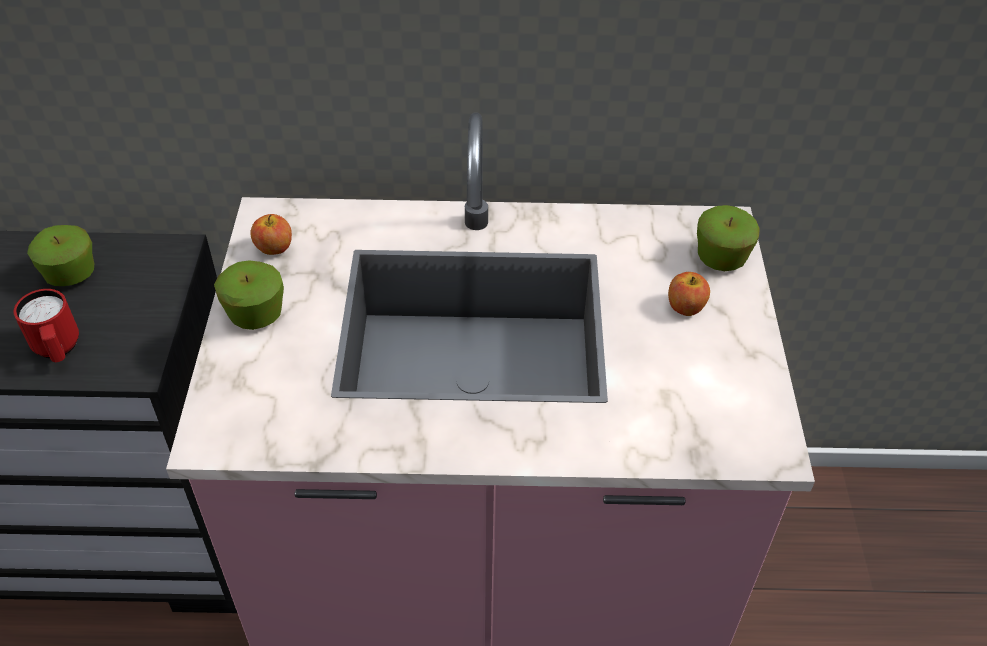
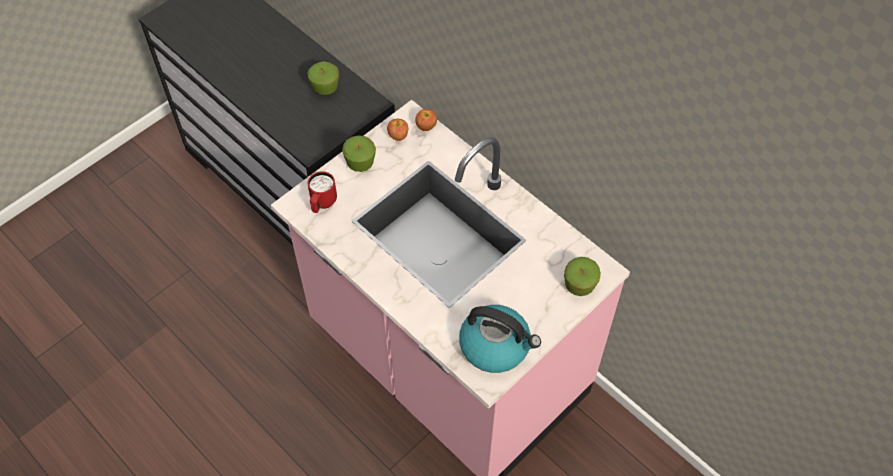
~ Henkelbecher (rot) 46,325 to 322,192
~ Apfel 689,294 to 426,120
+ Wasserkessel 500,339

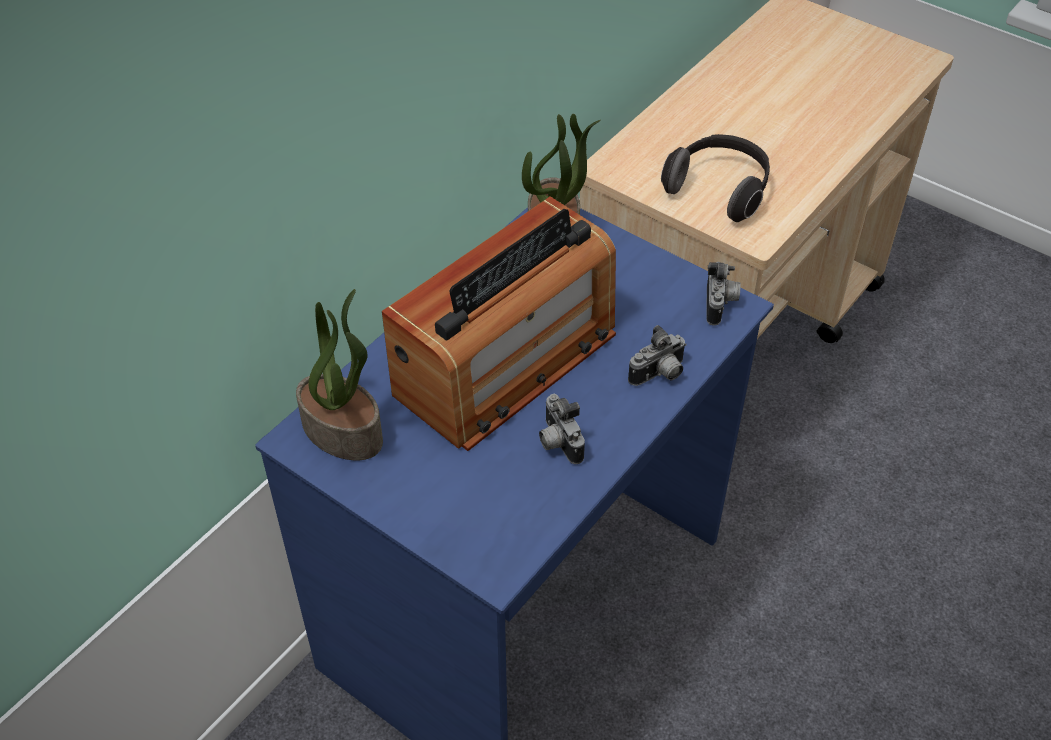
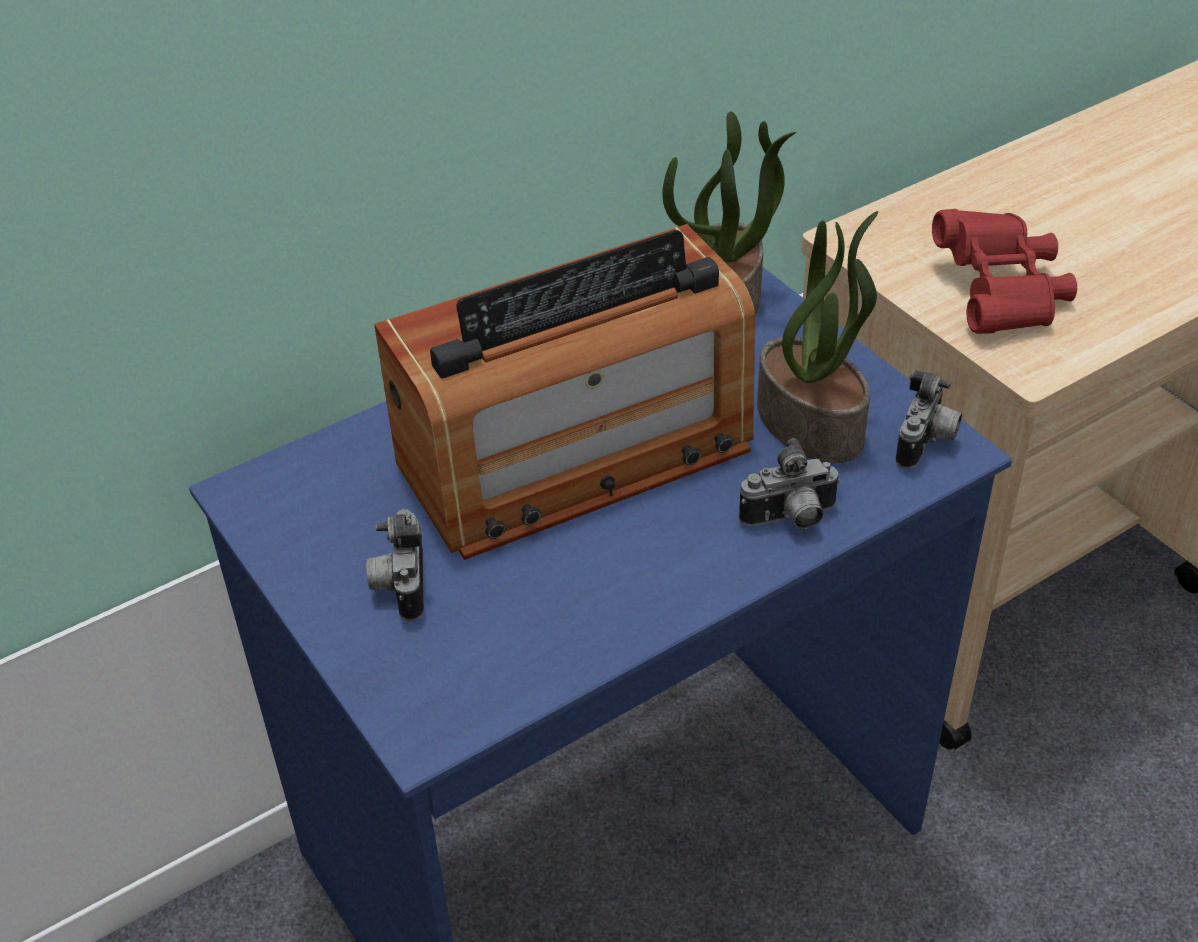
~ Kamera 562,429 to 395,565
~ Topfpflanze 339,374 to 817,337
~ Kopfhörer 715,178 to Fernglas (rot) 1004,271

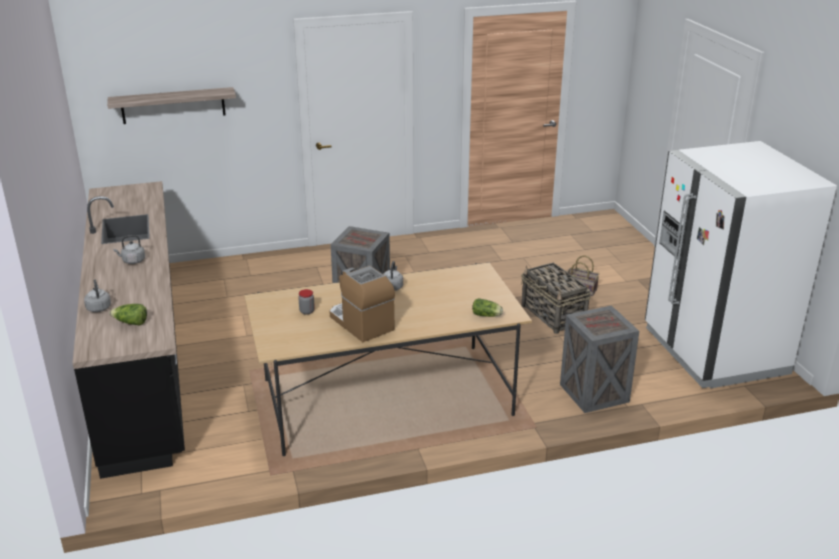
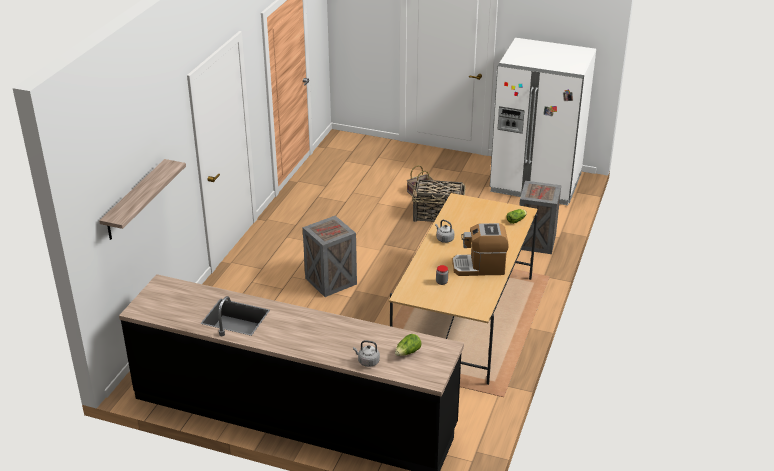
- Wasserkessel (grau) 129,249

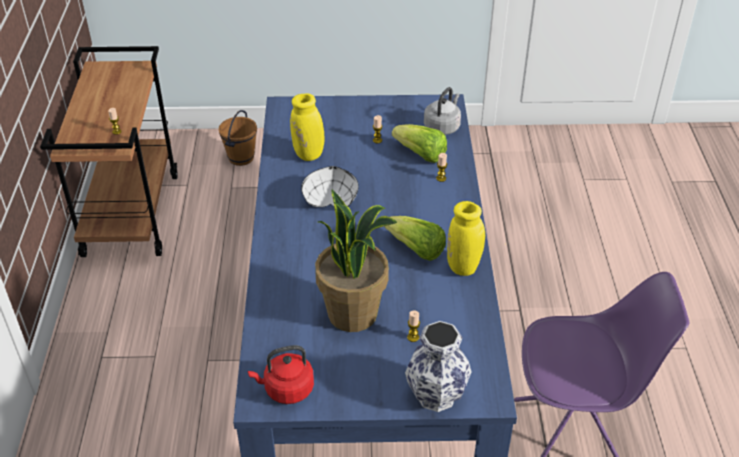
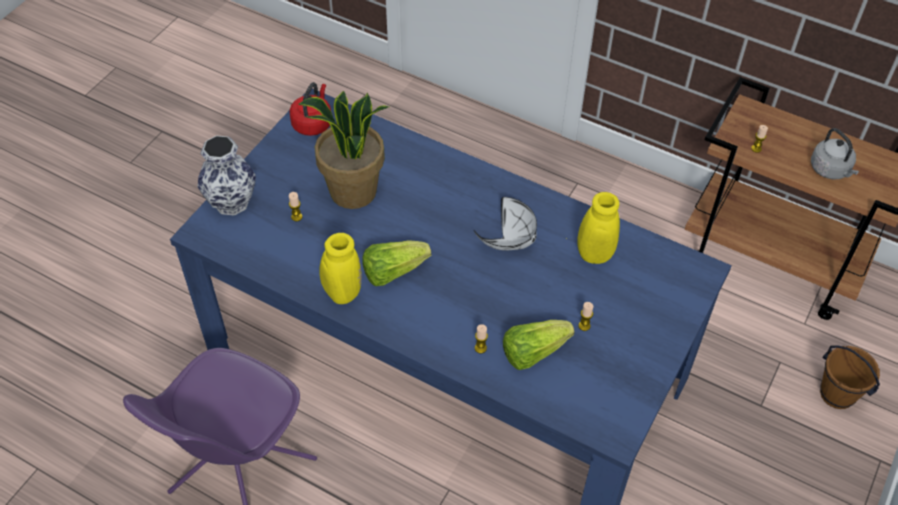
~ Wasserkessel (grau) 442,111 to 835,154

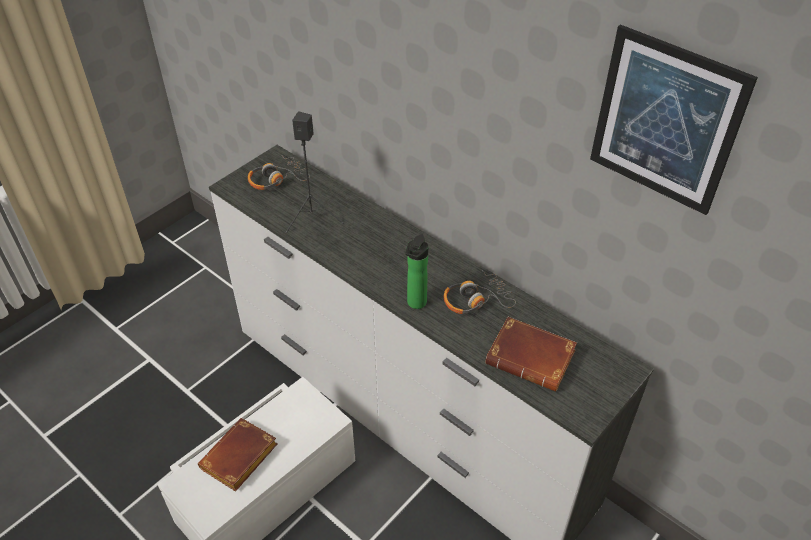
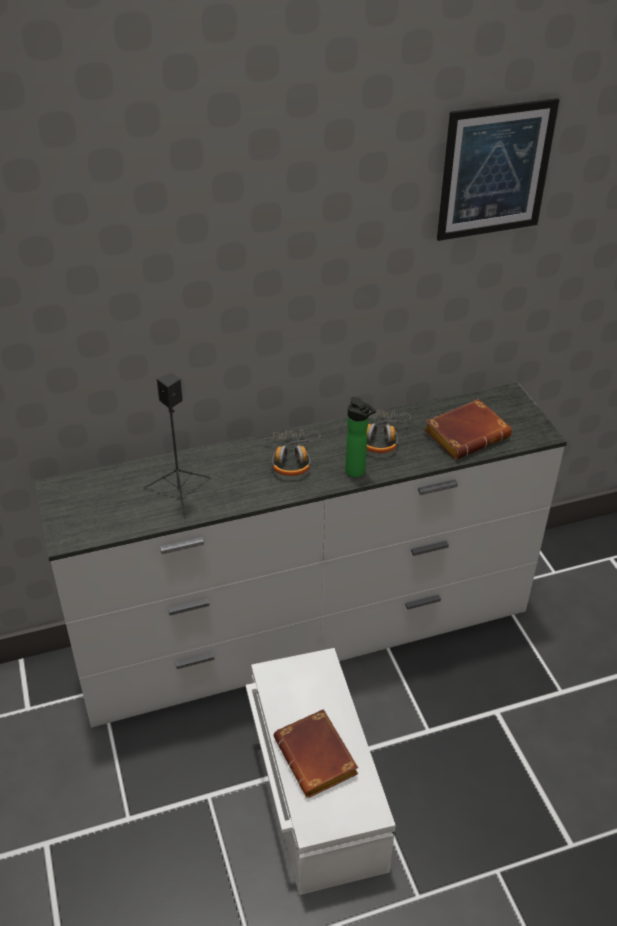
~ Kopfhörer 279,172 to 292,453

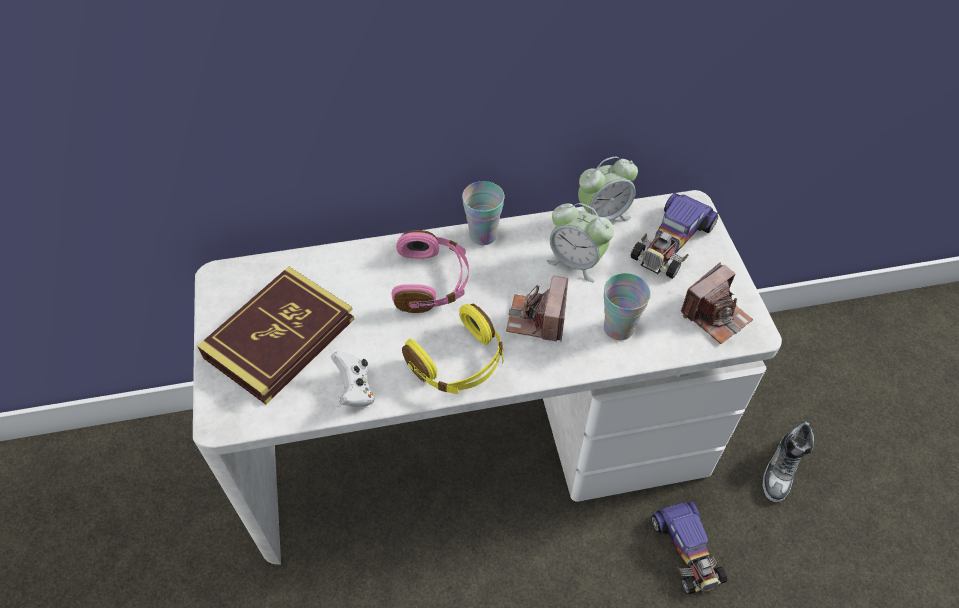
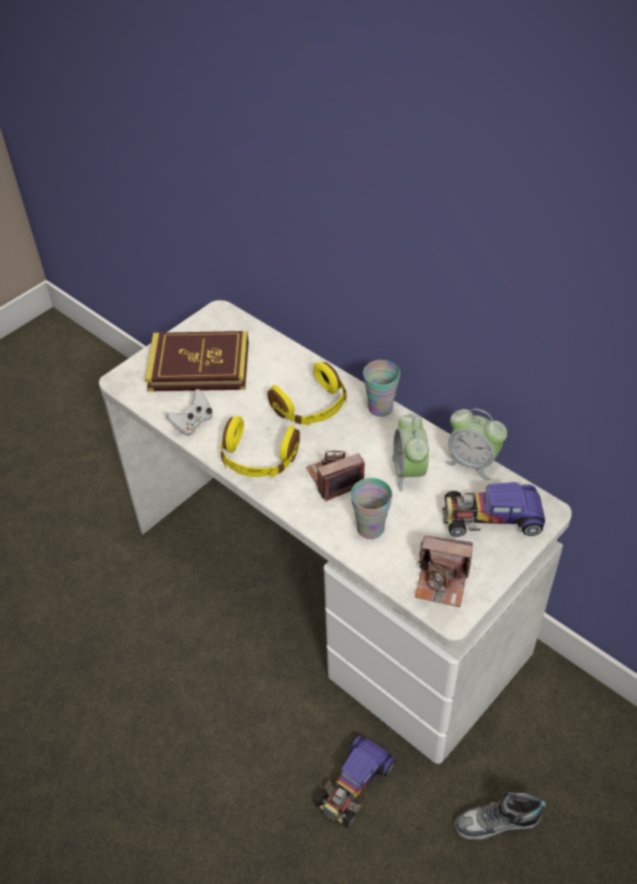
~ Kopfhörer (rosa) 430,271 to Kopfhörer (gelb) 307,393

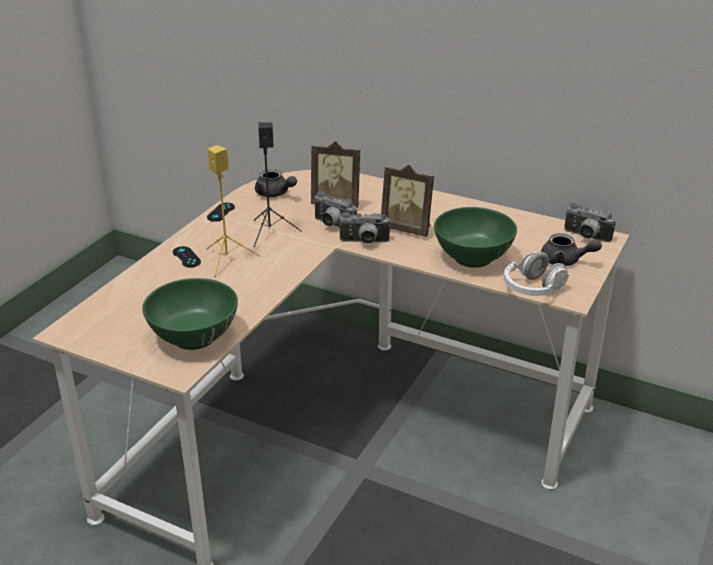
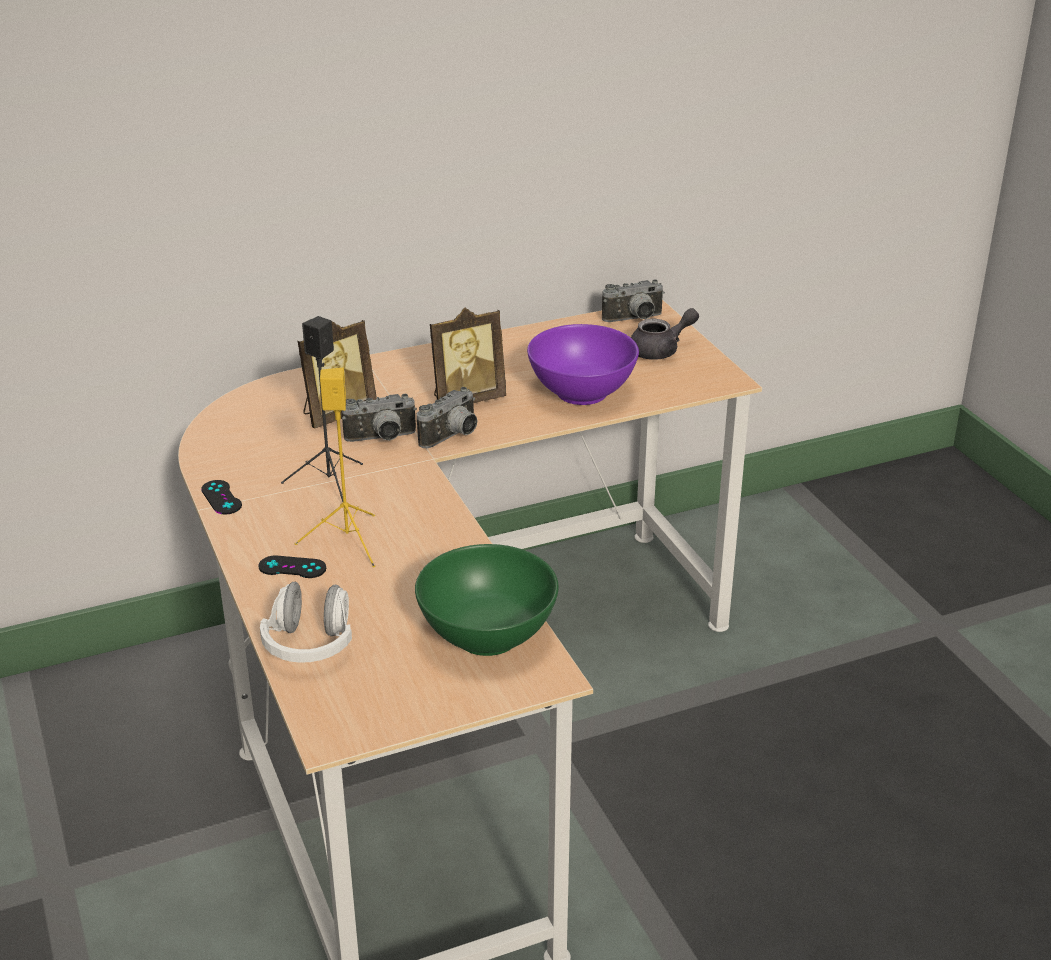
~ Kopfhörer (weiß) 537,274 to 306,622
~ Schüssel (grün) 475,237 to Schüssel (lila) 583,364
- Teekanne (grau) 276,183

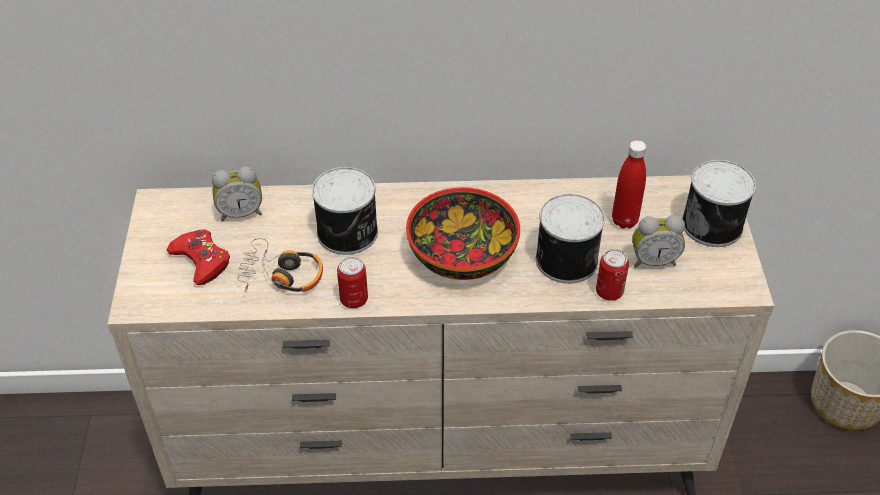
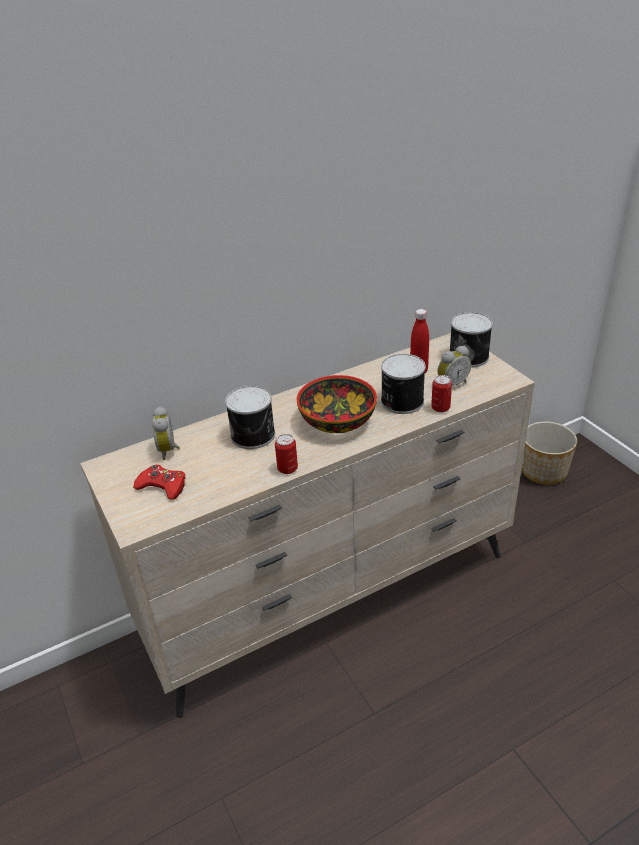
~ Wecker 237,194 = 166,433 120 degrees clockwise
- Kopfhörer 280,265

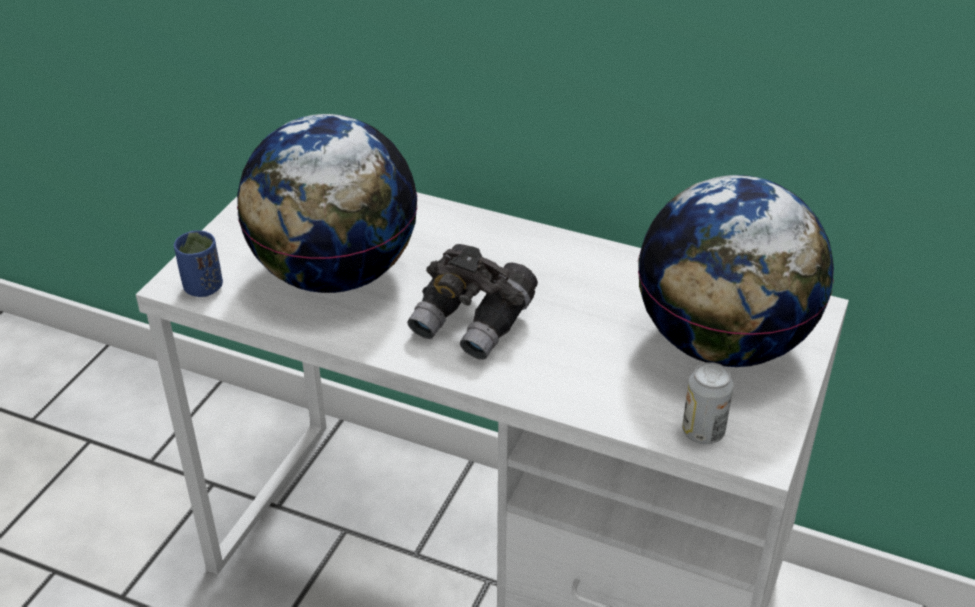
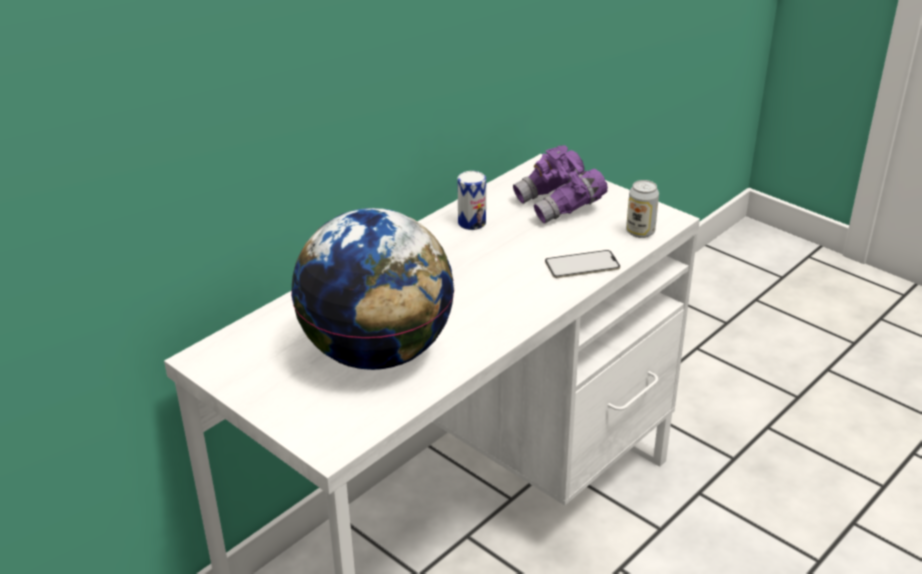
+ Dose 471,200
~ Globus 736,271 to Fernglas (lila) 560,184
+ Handy 582,264
- Tasse (blau) 198,263
- Fernglas (grau) 472,302

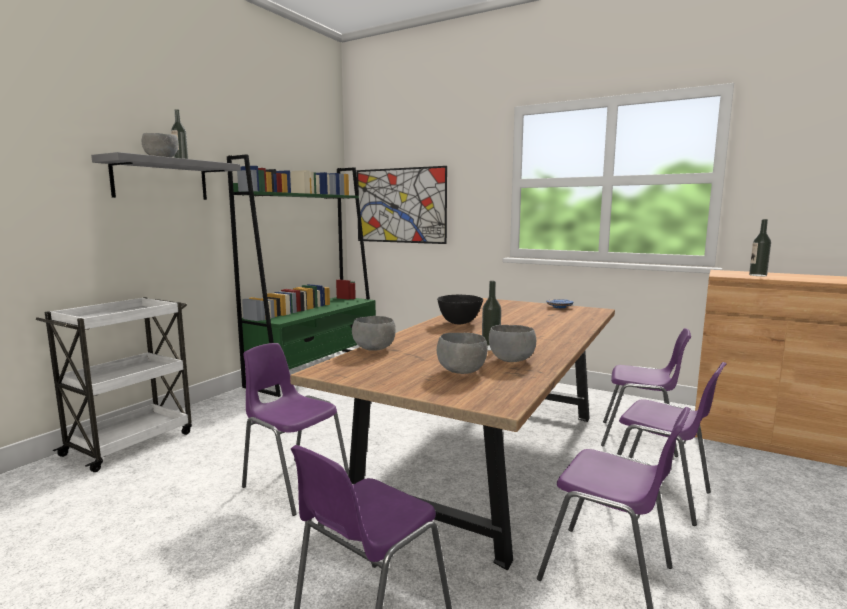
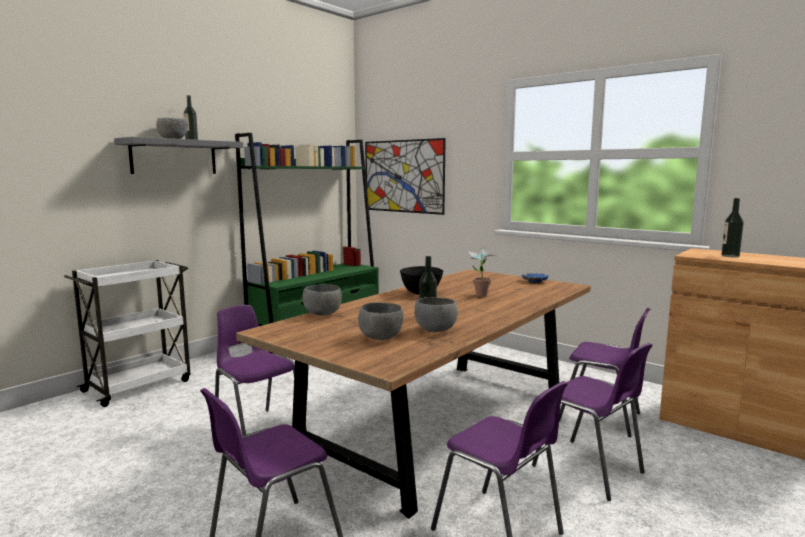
+ Topfpflanze 482,272

